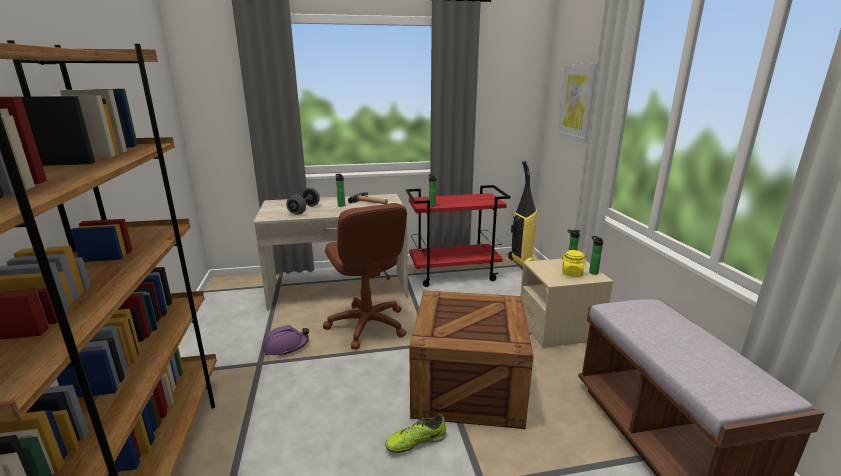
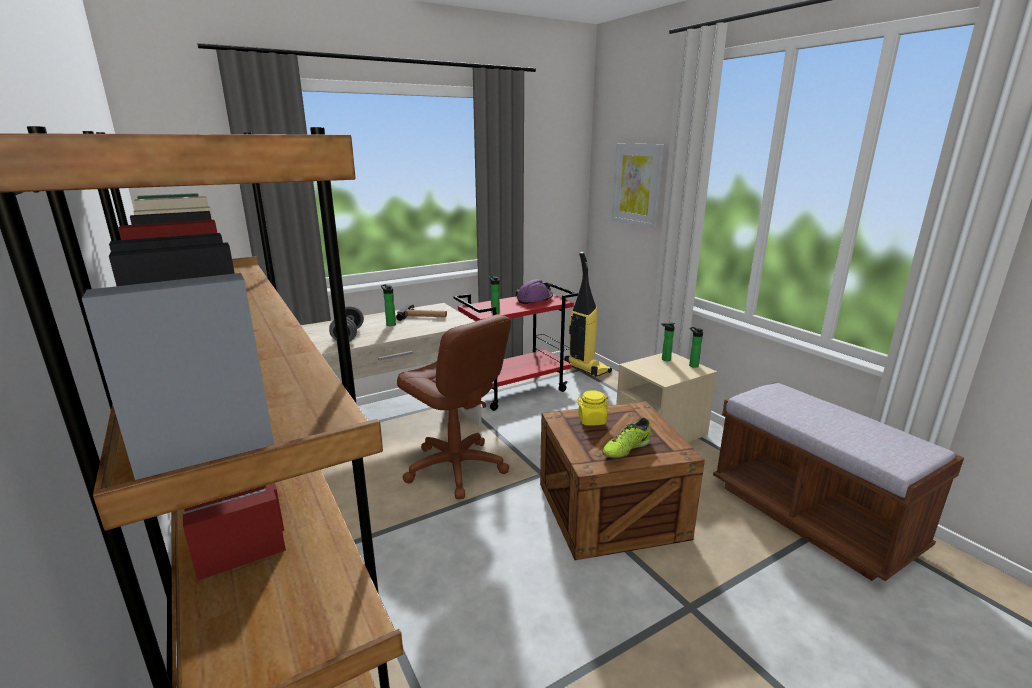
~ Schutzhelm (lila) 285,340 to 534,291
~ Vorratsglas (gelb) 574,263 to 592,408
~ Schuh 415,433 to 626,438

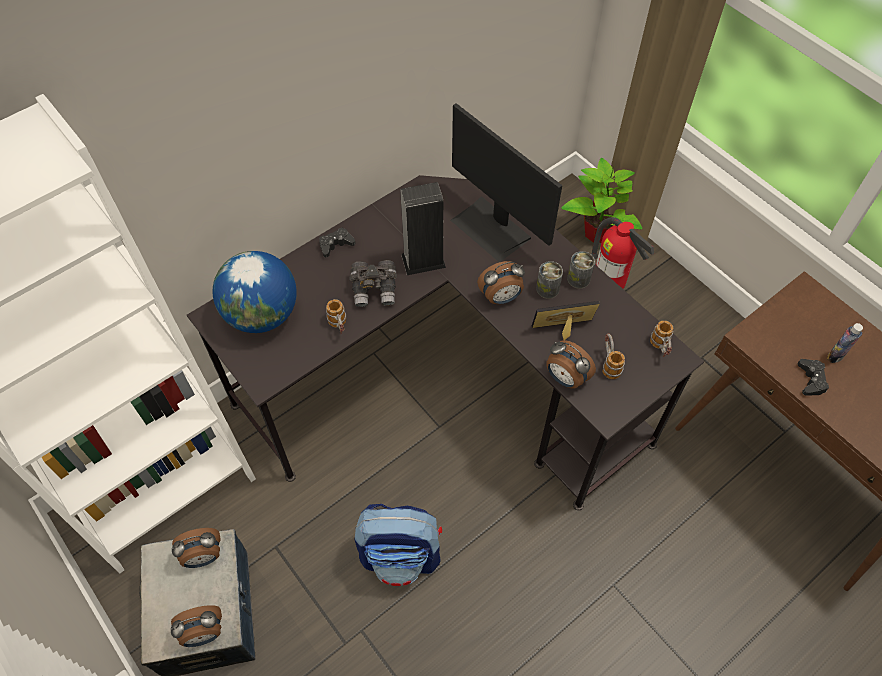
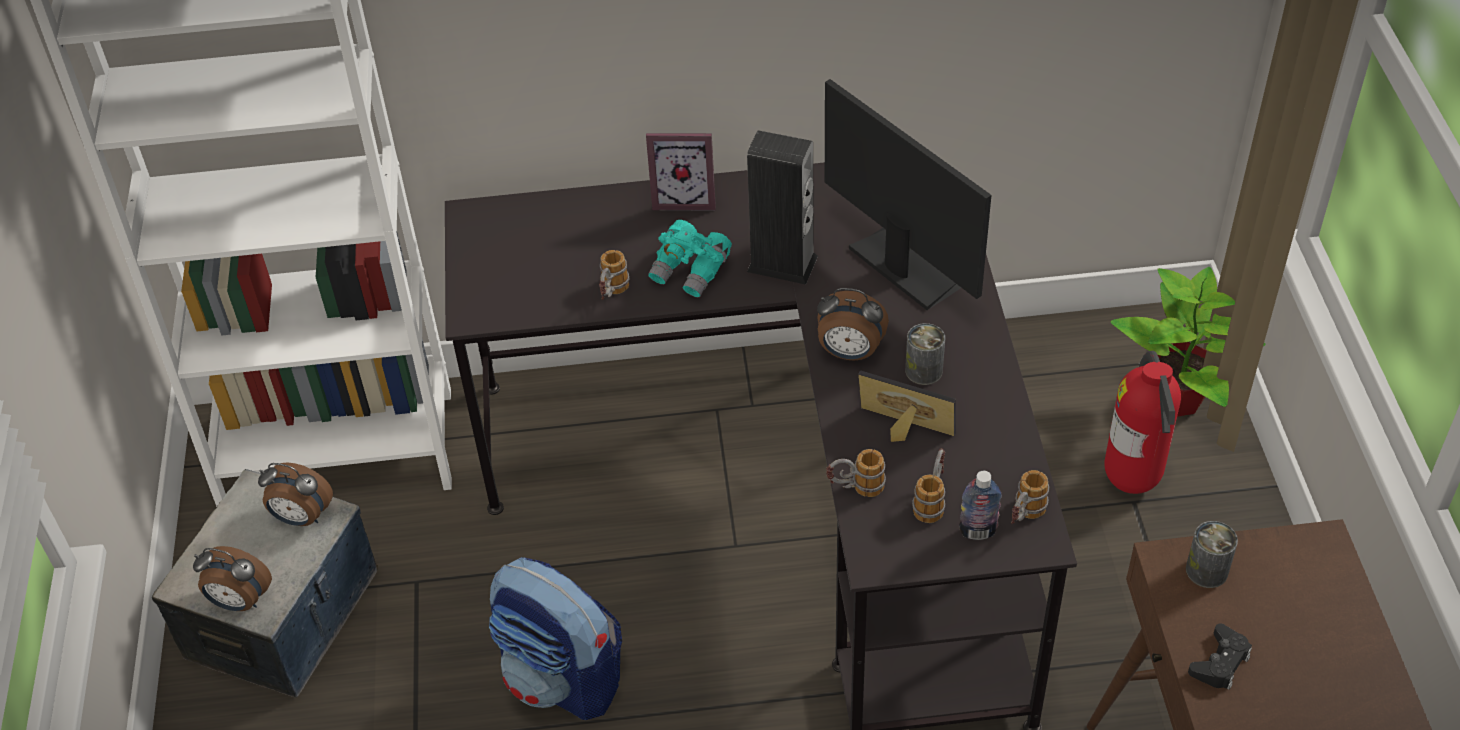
~ Gamepad (schwarz) 337,242 to Bilderrahmen 681,172
~ Fernglas (grau) 373,283 to Fernglas (türkis) 690,258
~ Monitor 506,182 = 908,194 150 degrees clockwise
~ Wecker 571,364 to Henkelbecher 856,473
~ Flasche 845,343 to 980,505
~ Dose 581,270 to 1212,554
- Globus 255,292

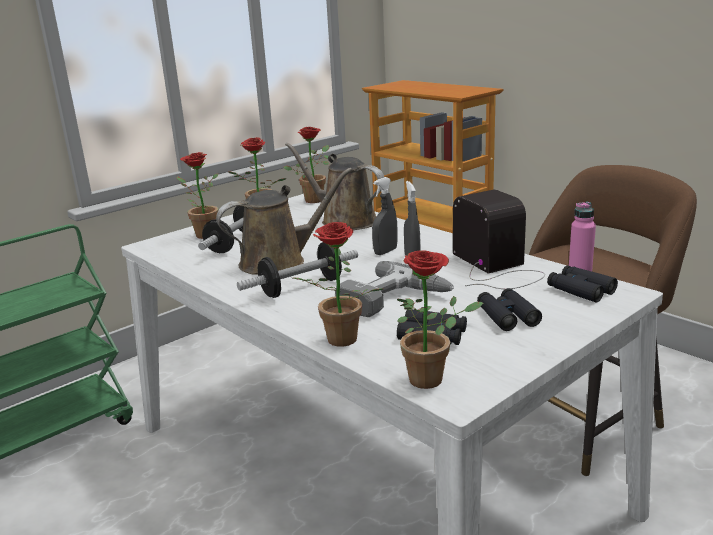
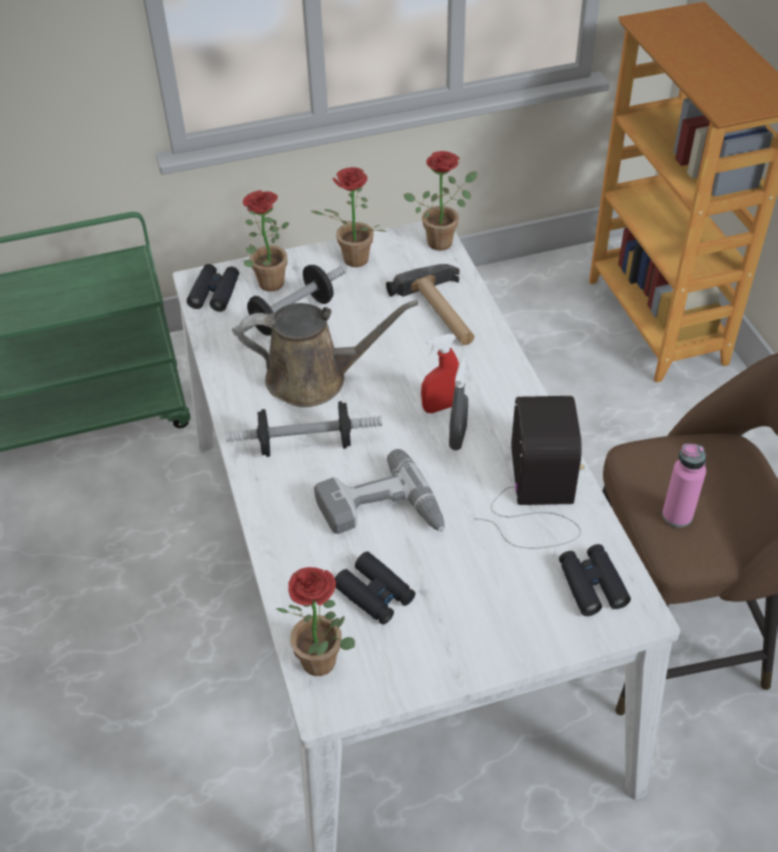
~ Fernglas (schwarz) 509,309 to 213,288
~ Gießkanne (braun) 334,186 to Hammer 430,304
~ Sprühflasche (grau) 385,216 to Sprühflasche (rot) 440,373
- Topfpflanze 338,284

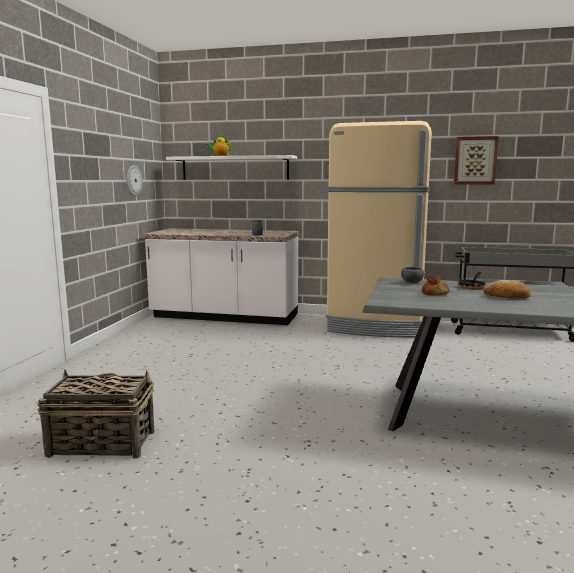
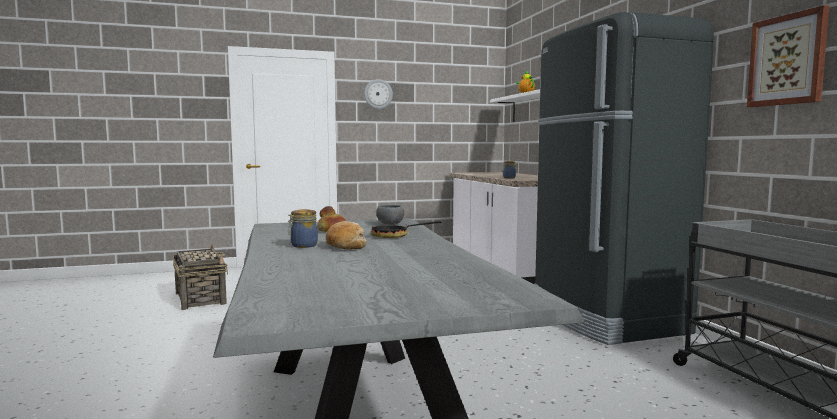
+ Vorratsglas 303,228
~ Wanduhr 134,180 to 378,94
~ Kühlschrank (beige) 379,229 to Kühlschrank (schwarz) 624,178

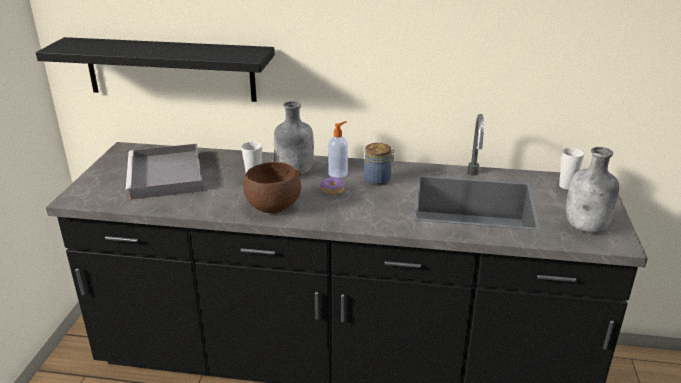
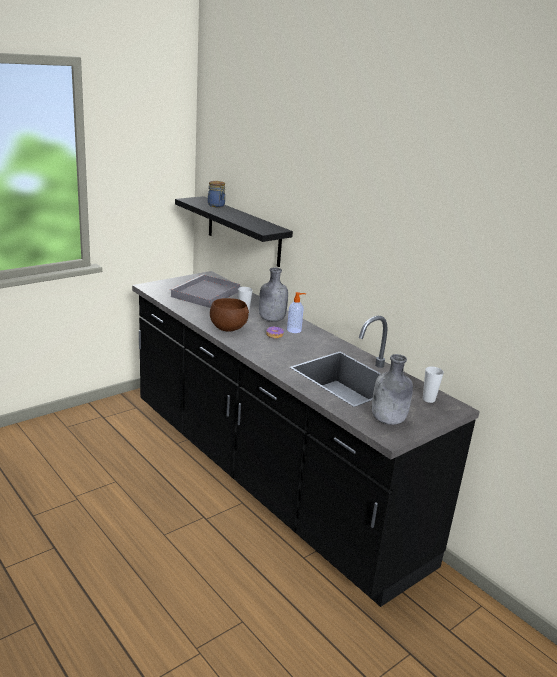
~ Vorratsglas 379,164 to 216,194

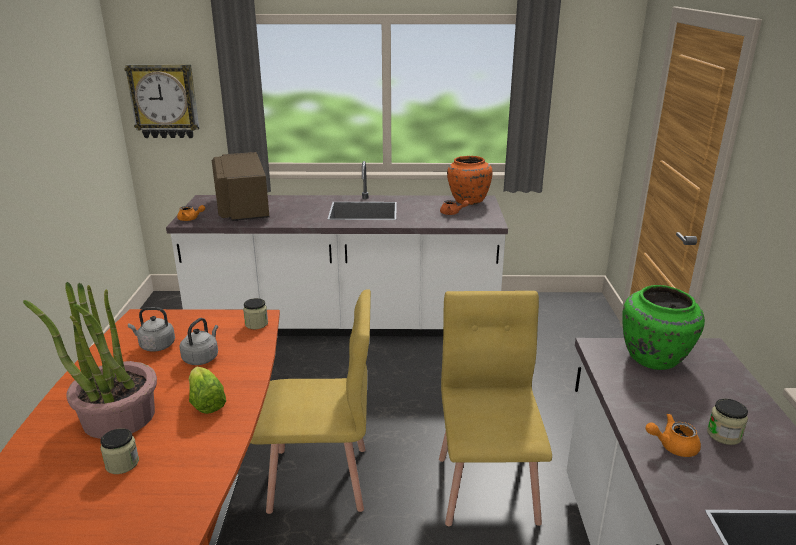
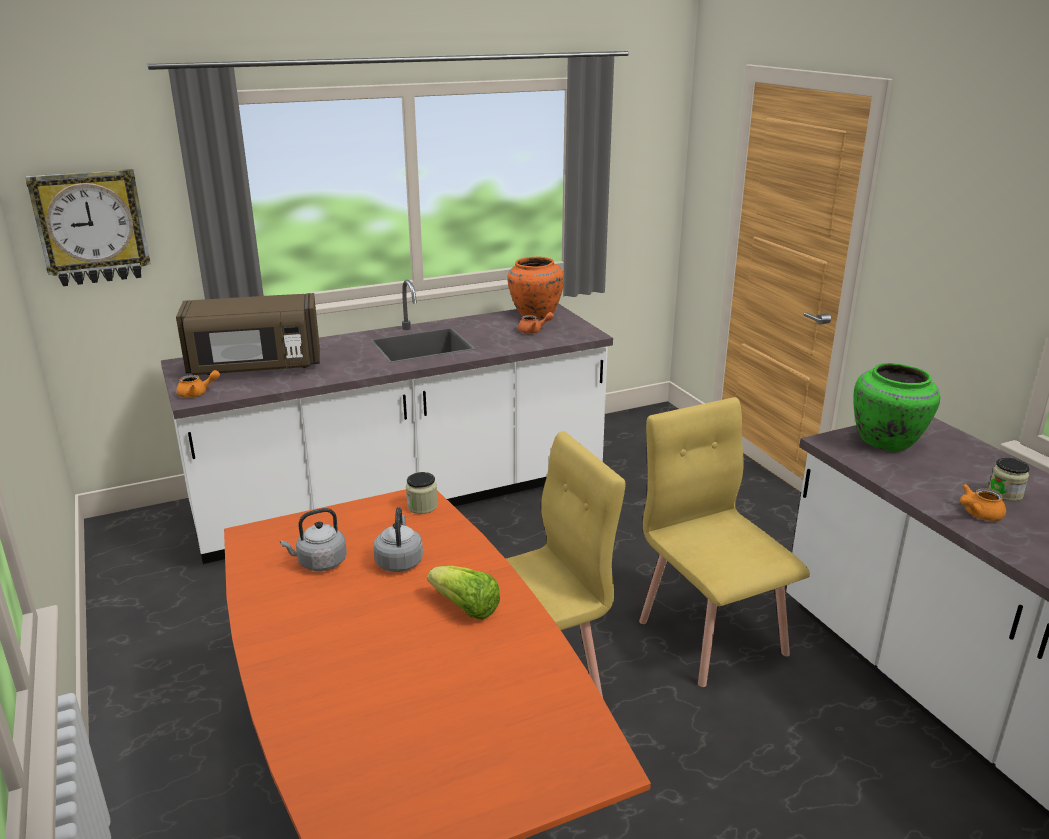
~ Mikrowelle (braun) 241,186 = 248,334 60 degrees counterclockwise
- Topfpflanze 90,360
- Vorratsglas 119,451

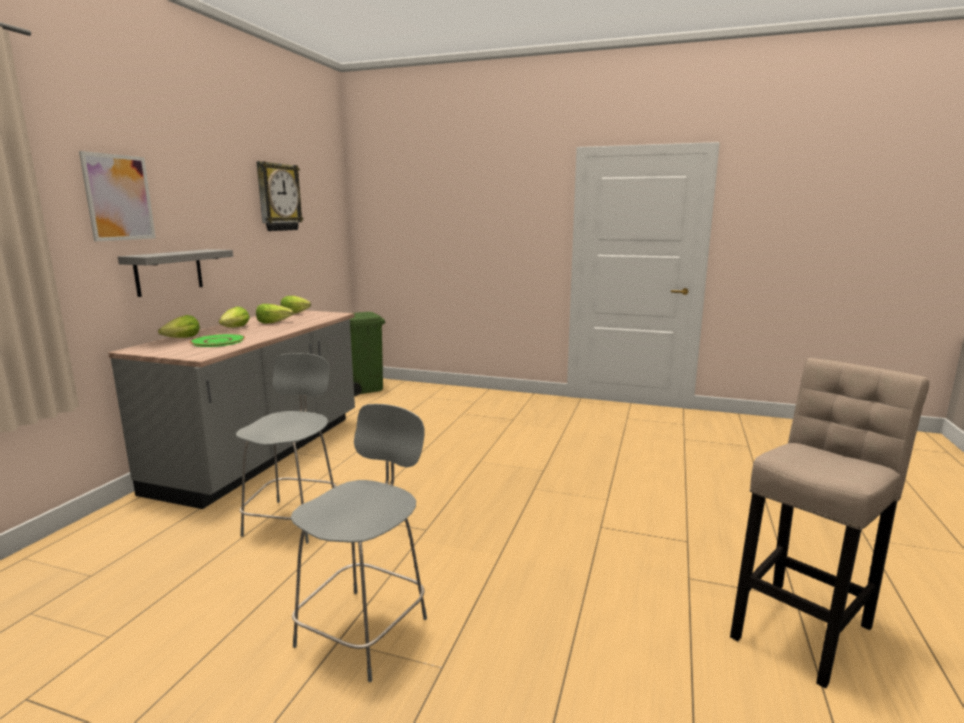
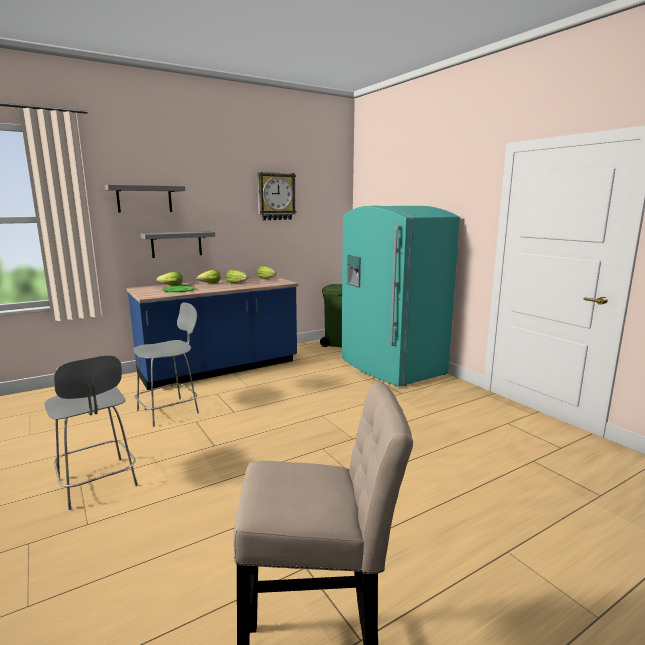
~ Stuhl (grau) 358,543 = 91,432 75 degrees clockwise
~ Bild 117,196 to Wandregal (grau) 145,199
~ Küchenzeile (grau) 231,409 to Küchenzeile (blau) 213,333
+ Kühlschrank (türkis) 400,296

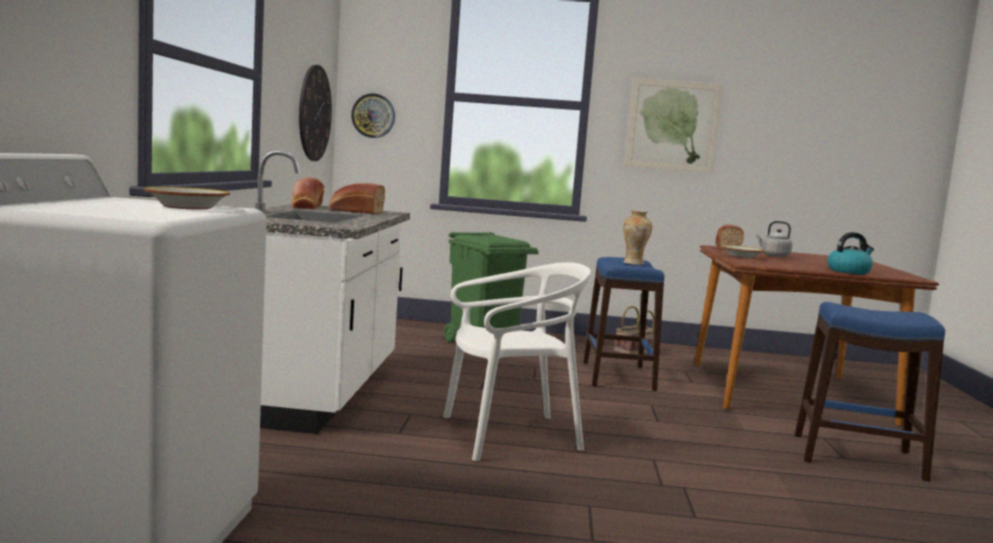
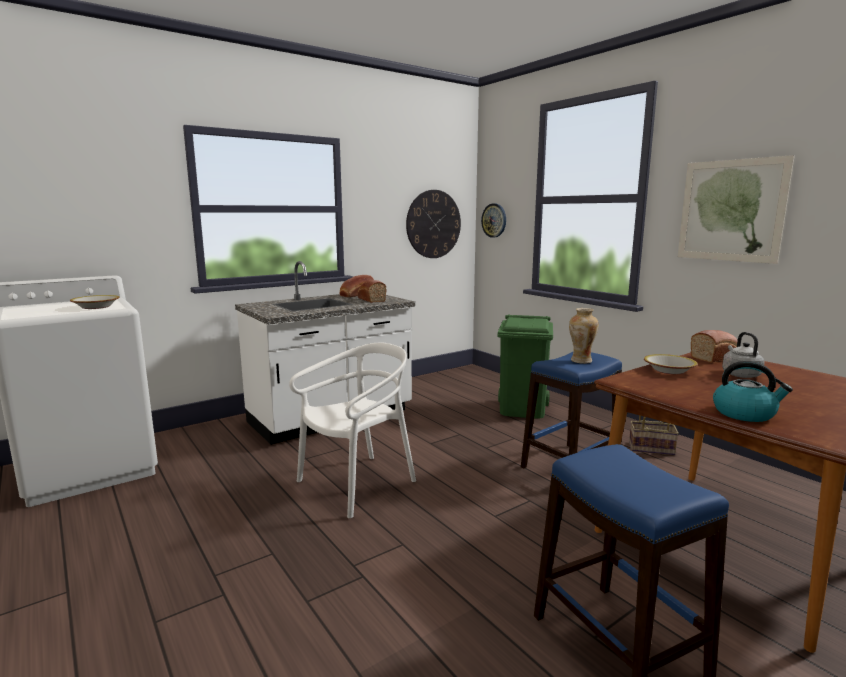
~ Stuhl (weiß) 517,361 = 352,430 75 degrees counterclockwise

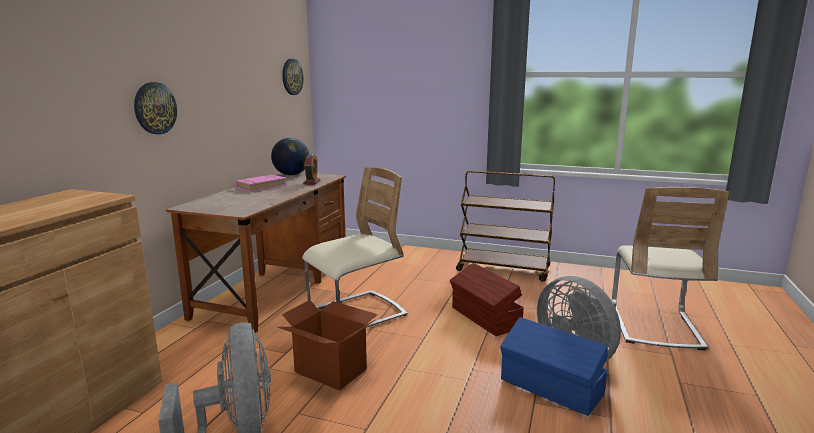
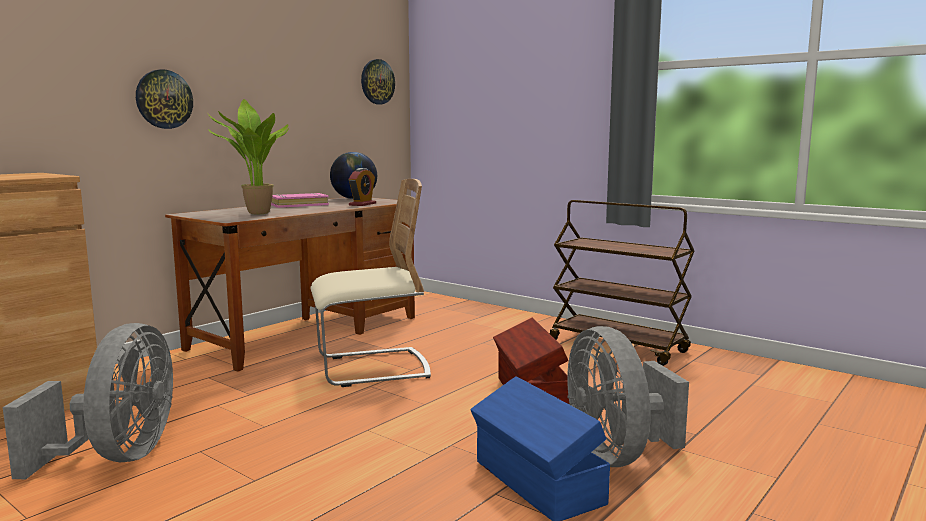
+ Topfpflanze 248,156
- Karton 328,345
- Stuhl (beige) 670,268

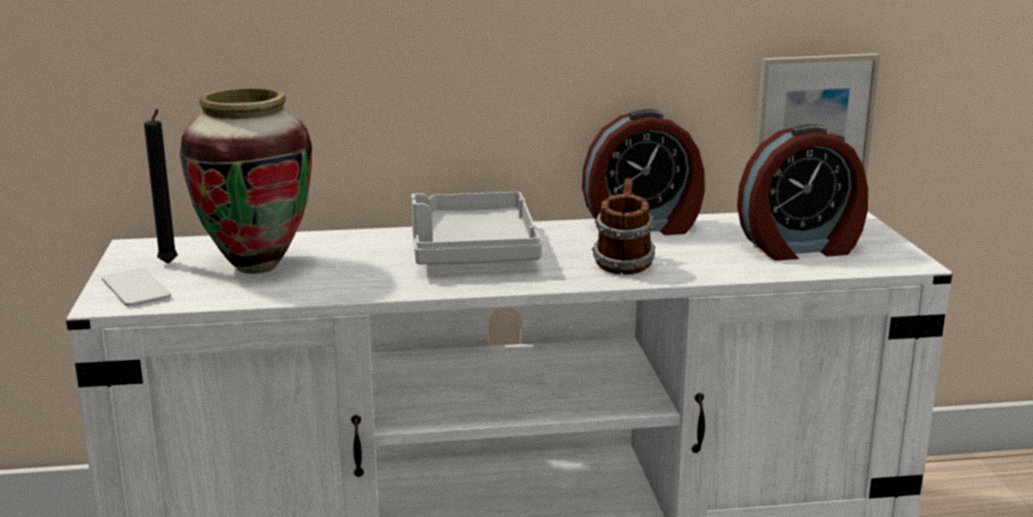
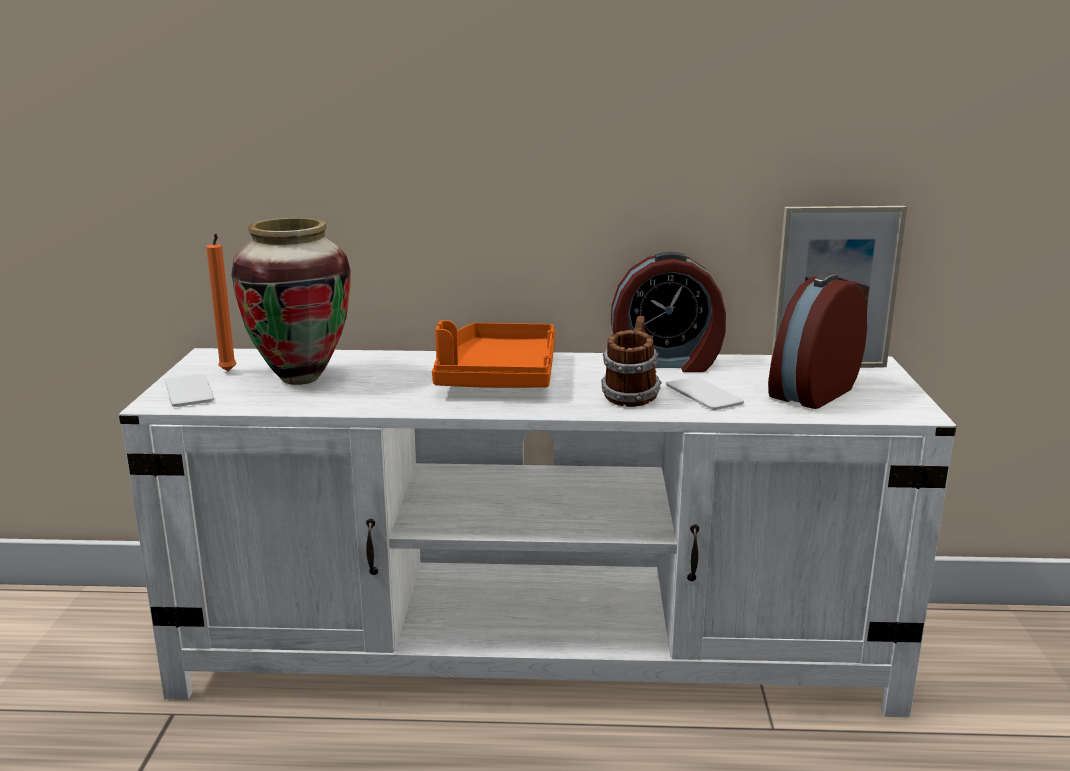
~ Kerze (schwarz) 161,186 to Kerze (orange) 221,303
~ Tablett (grau) 476,228 to Tablett (orange) 493,354
+ Handy 705,393
~ Wecker 802,192 = 817,341 135 degrees clockwise

